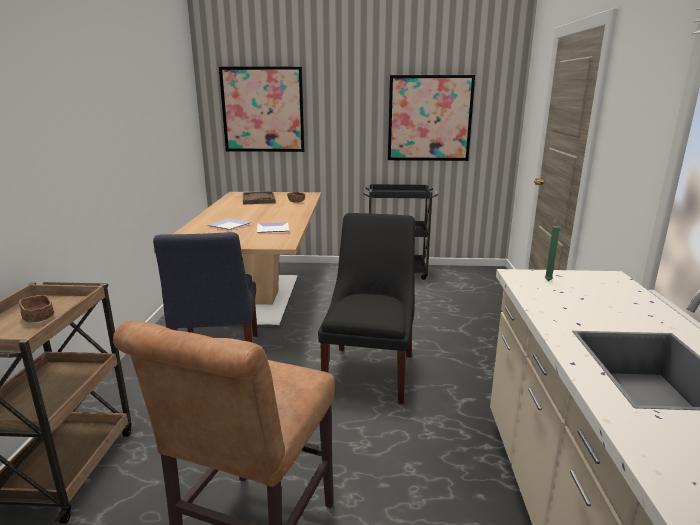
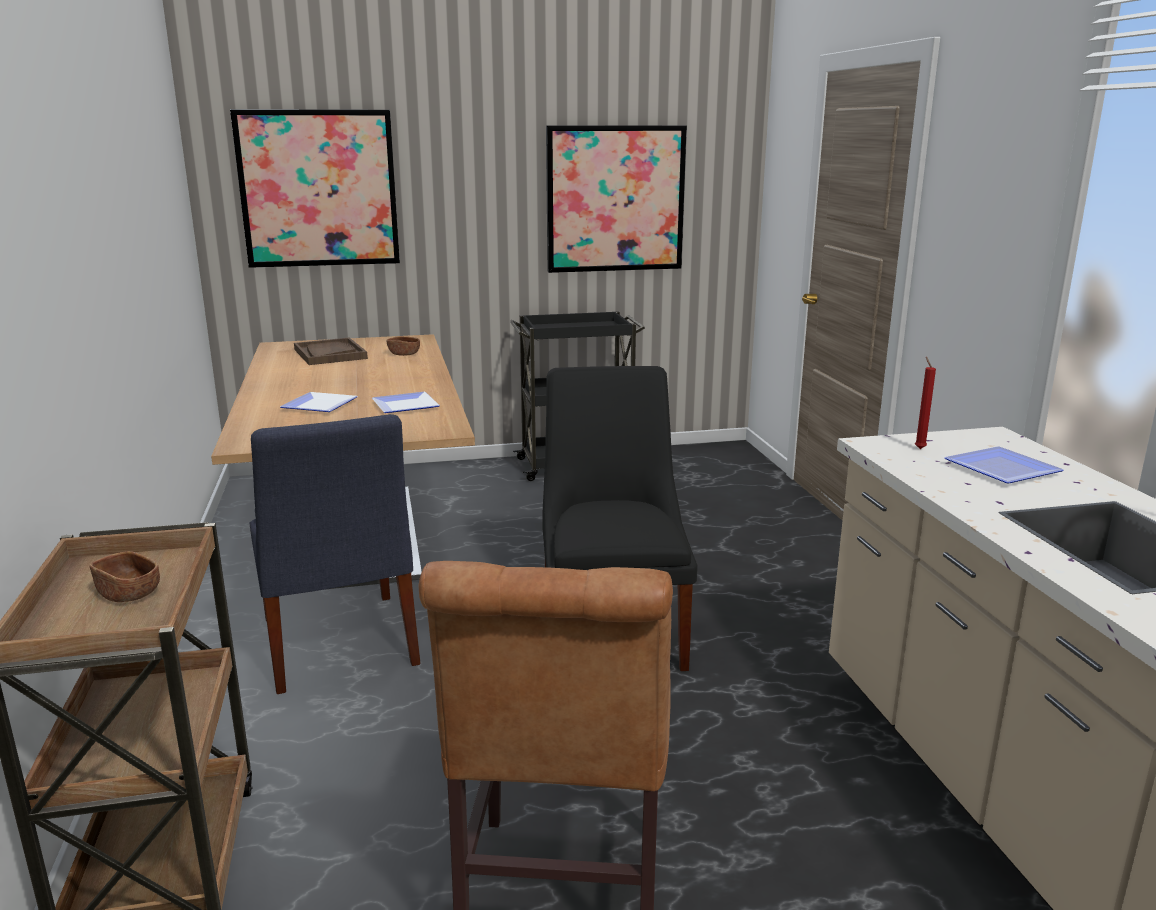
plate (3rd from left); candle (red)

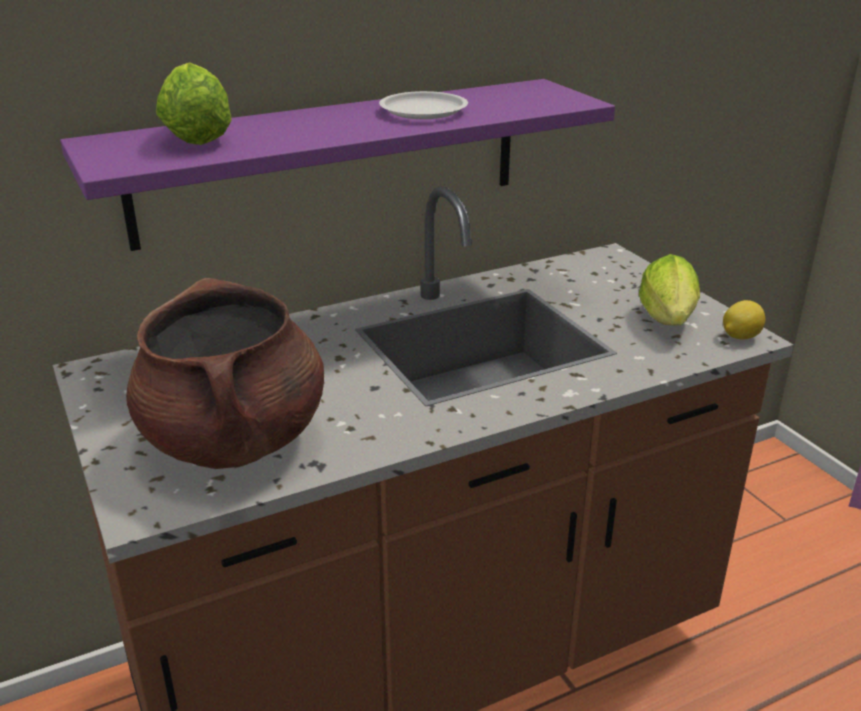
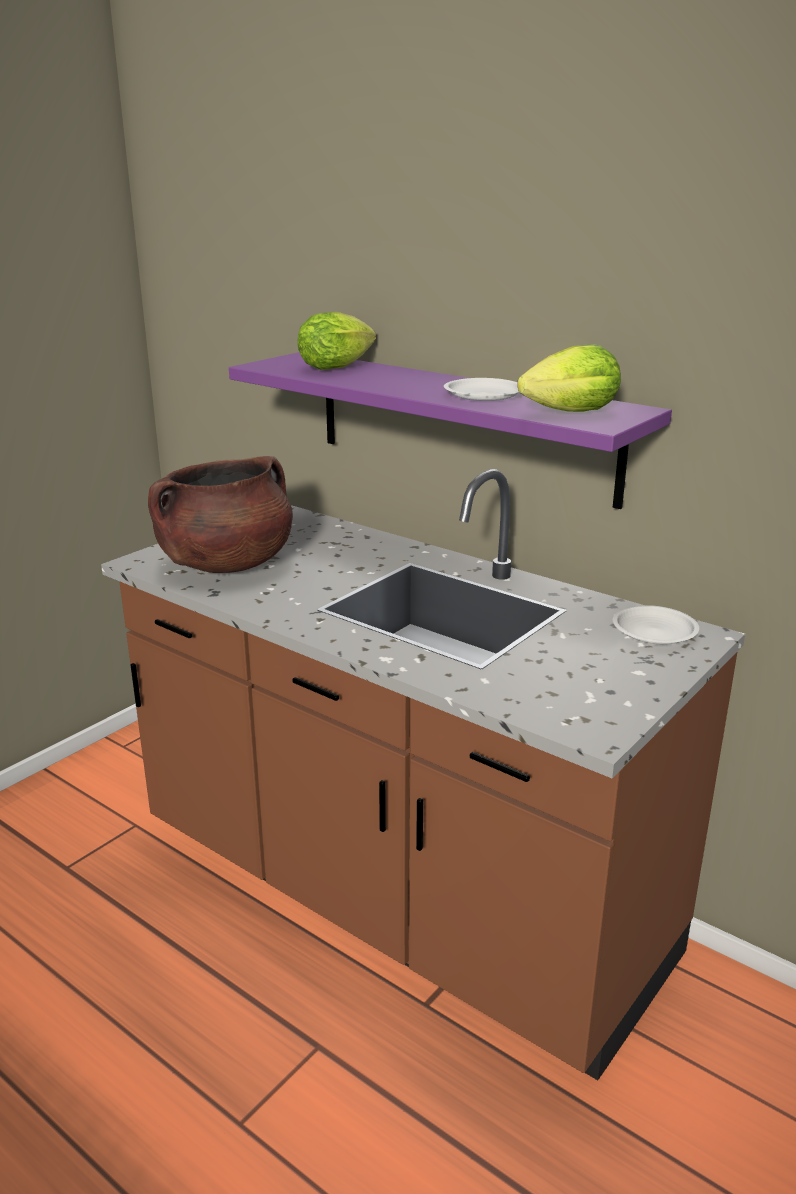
lemon; plate (white) (2nd from left); lettuce (2nd from left)

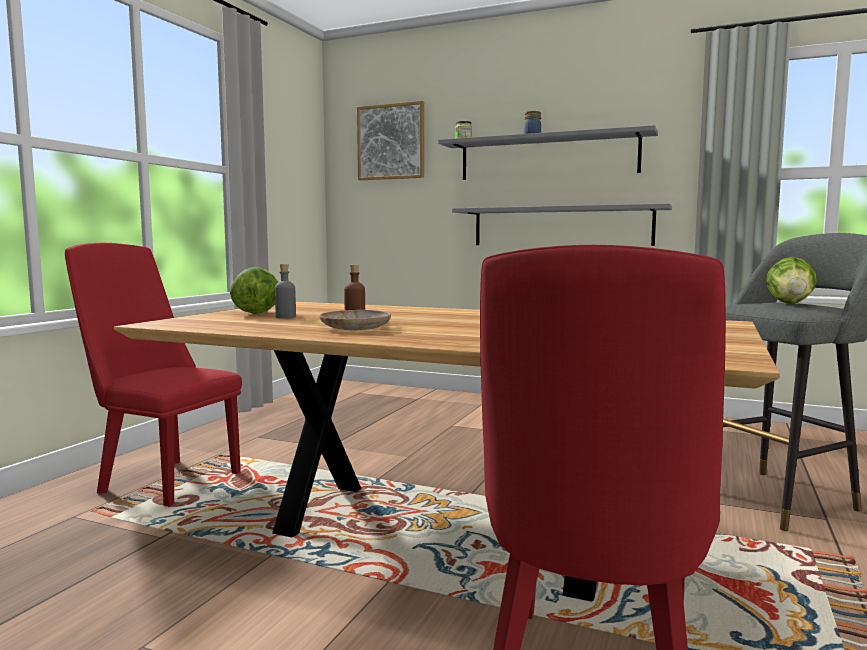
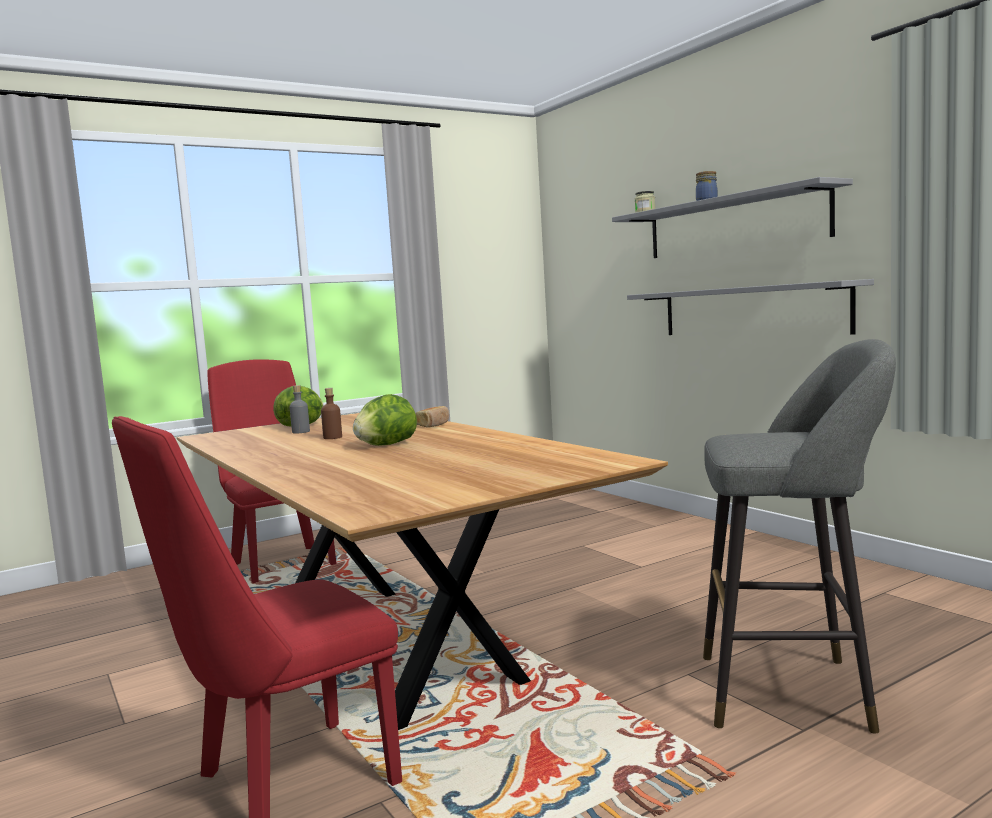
plate (beige); picture; bread; lettuce (2nd from left)

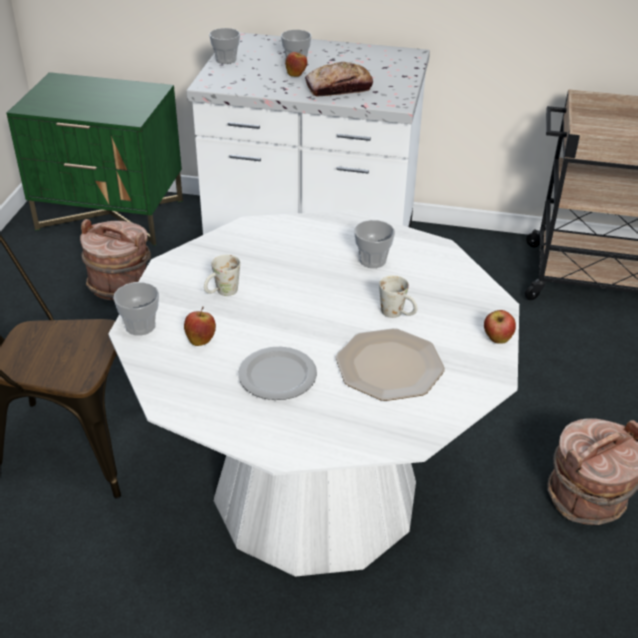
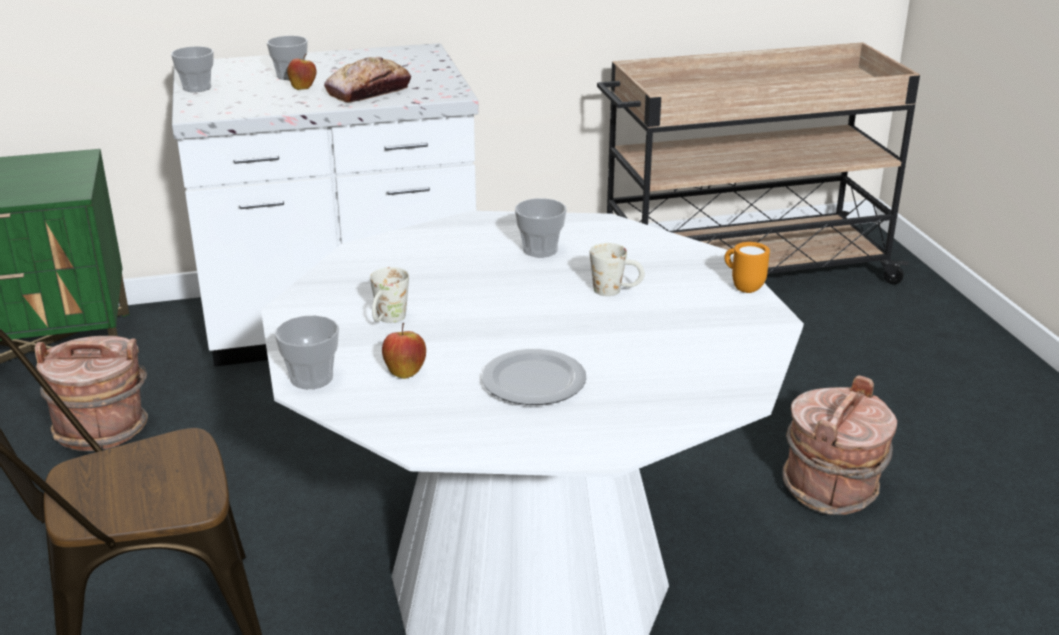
plate (2nd from left in the first image); mug (orange)

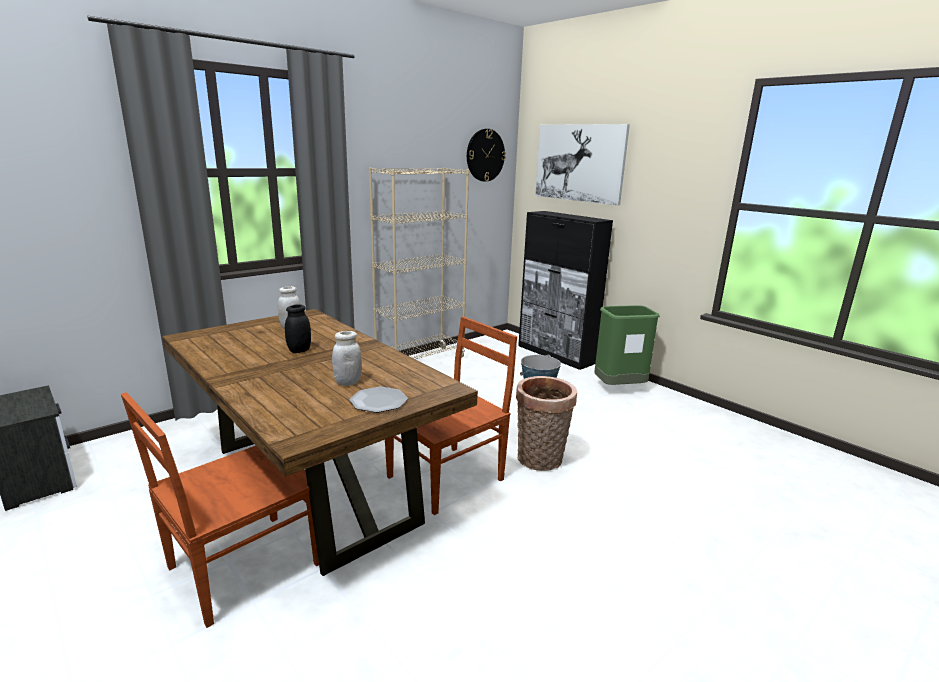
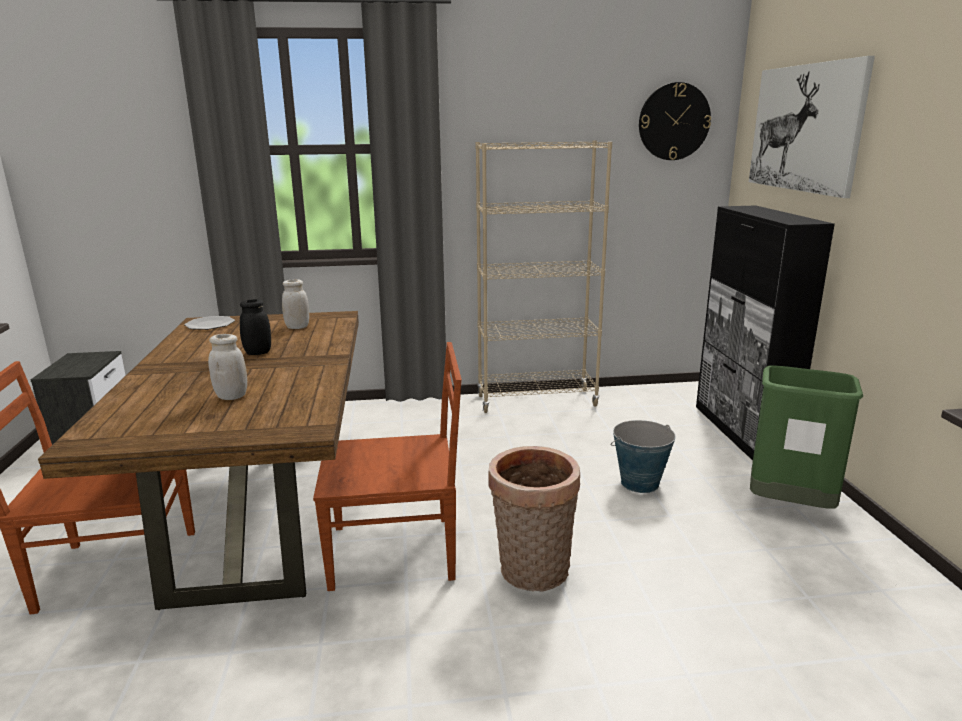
plate

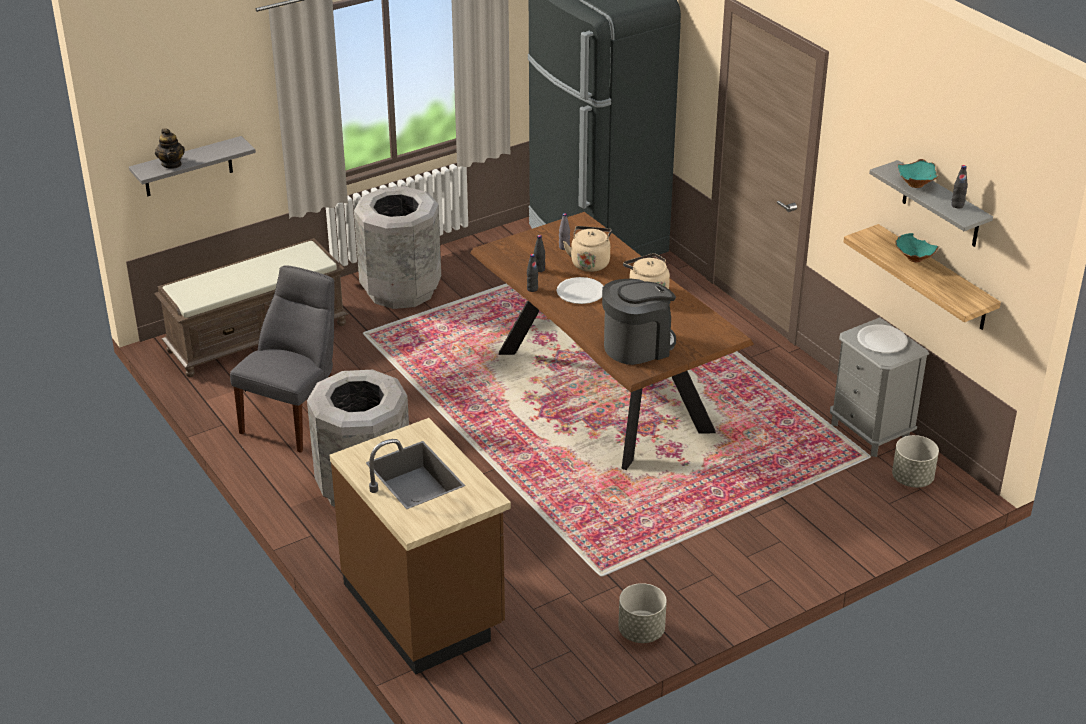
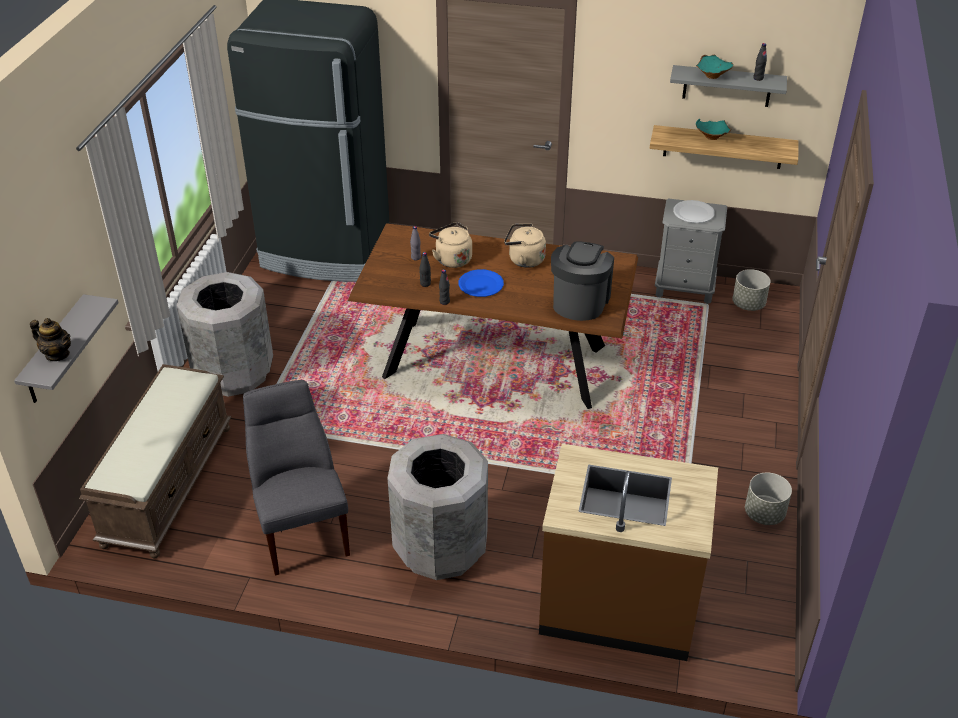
plate (blue)

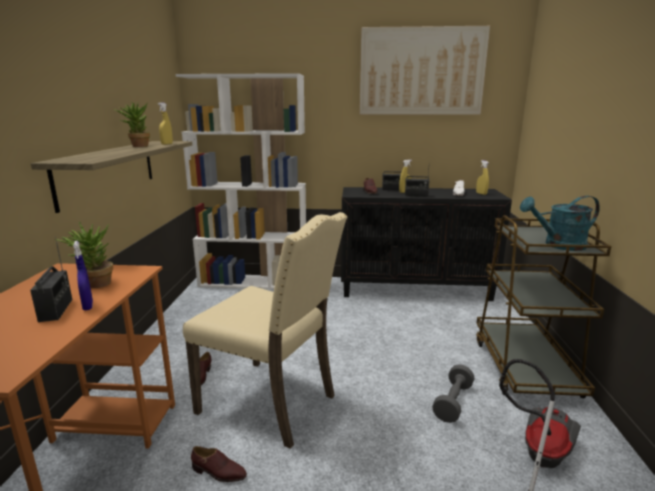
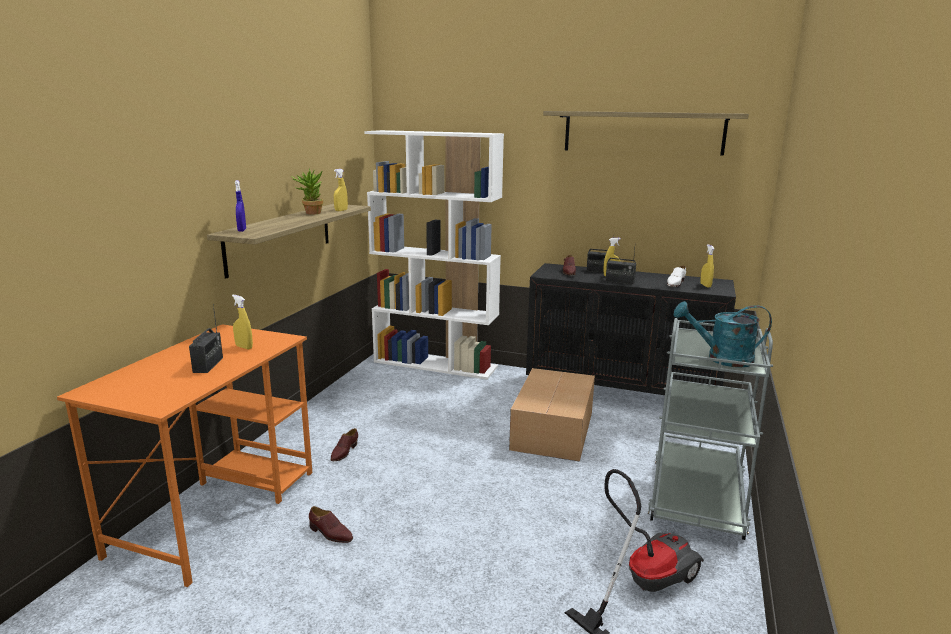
chair (beige); dumbbell (grey); cardboard box; spray bottle (blue); spray bottle (yellow) (1st from left); shelf (2nd from left); cart (grey)

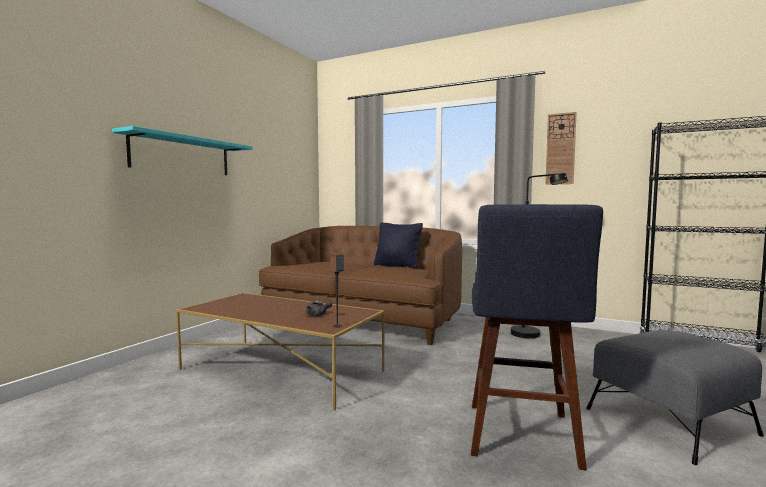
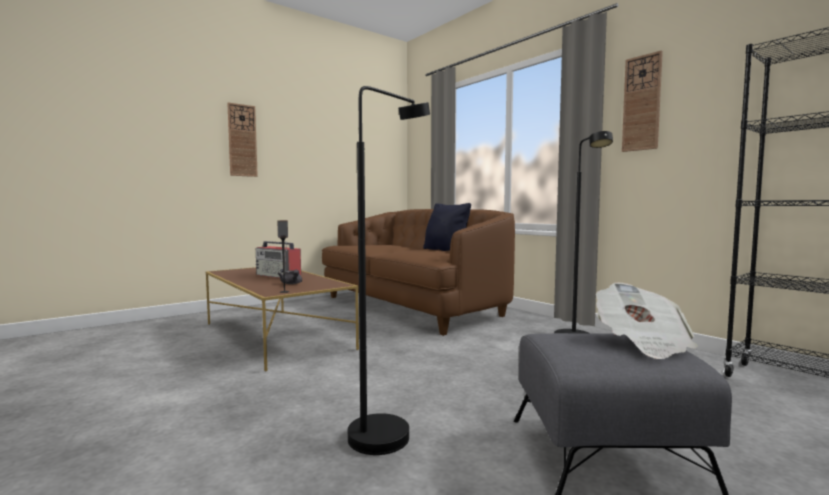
radio; newspaper; wall clock (1st from left); floor lamp (black) (1st from left)

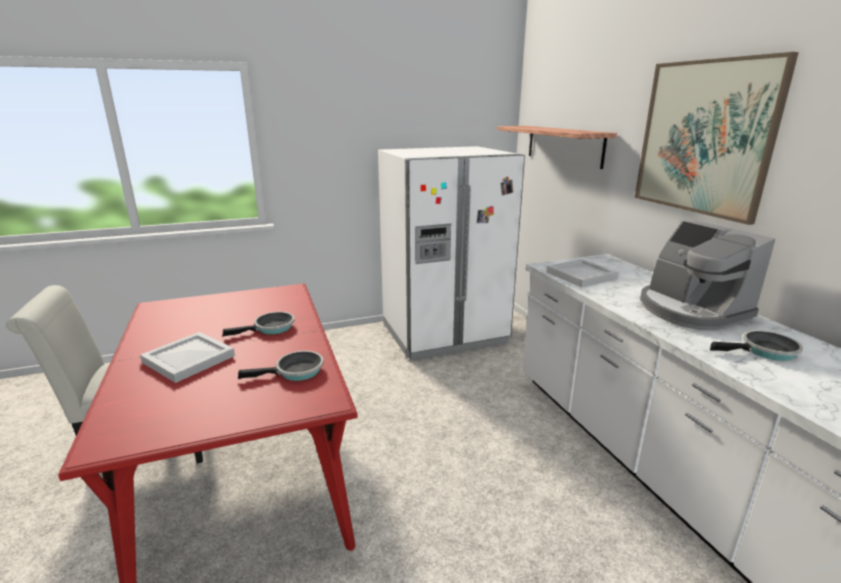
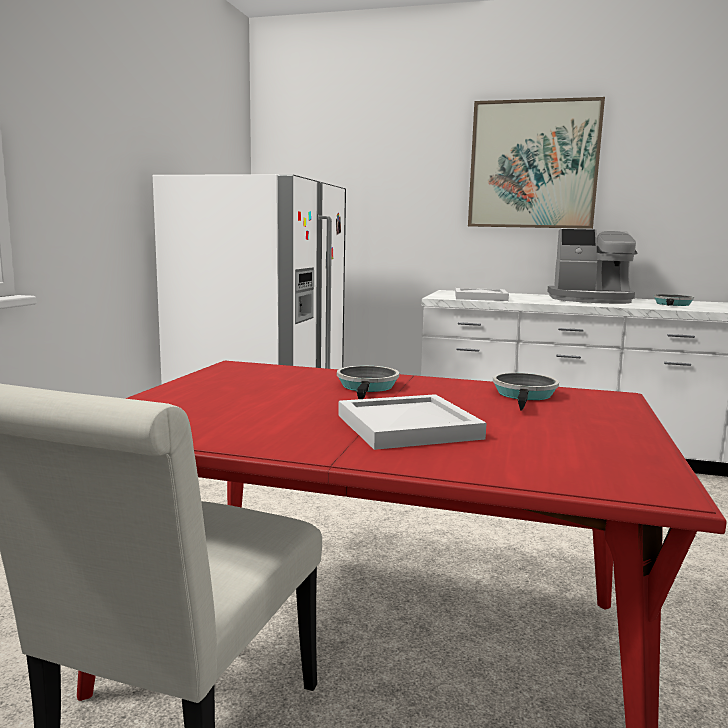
shelf

